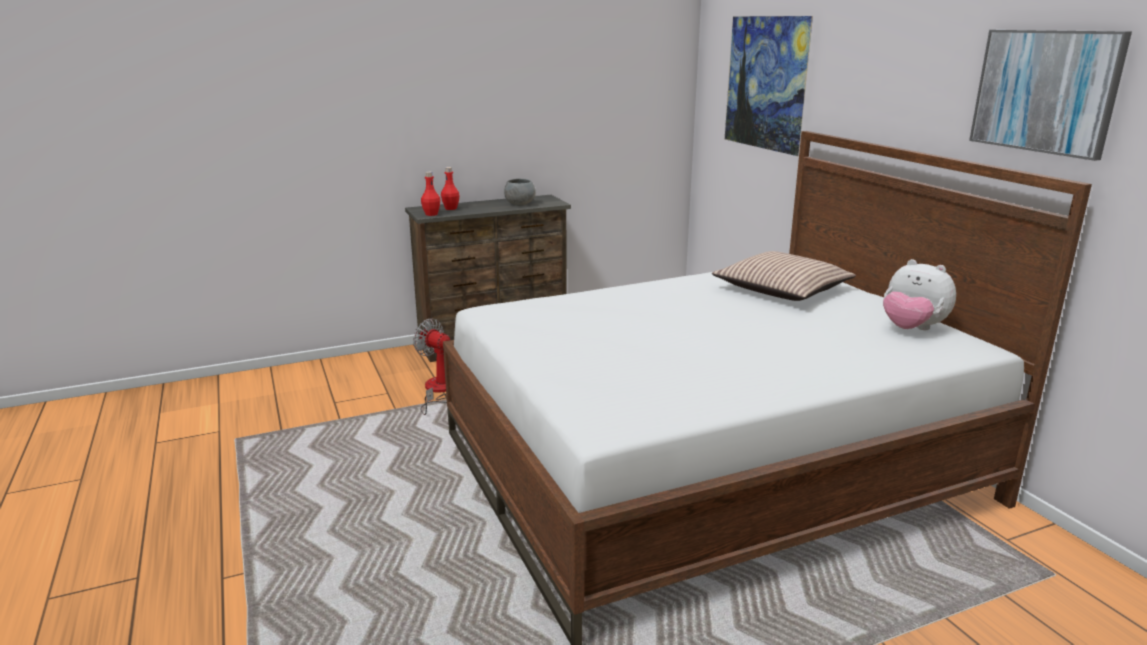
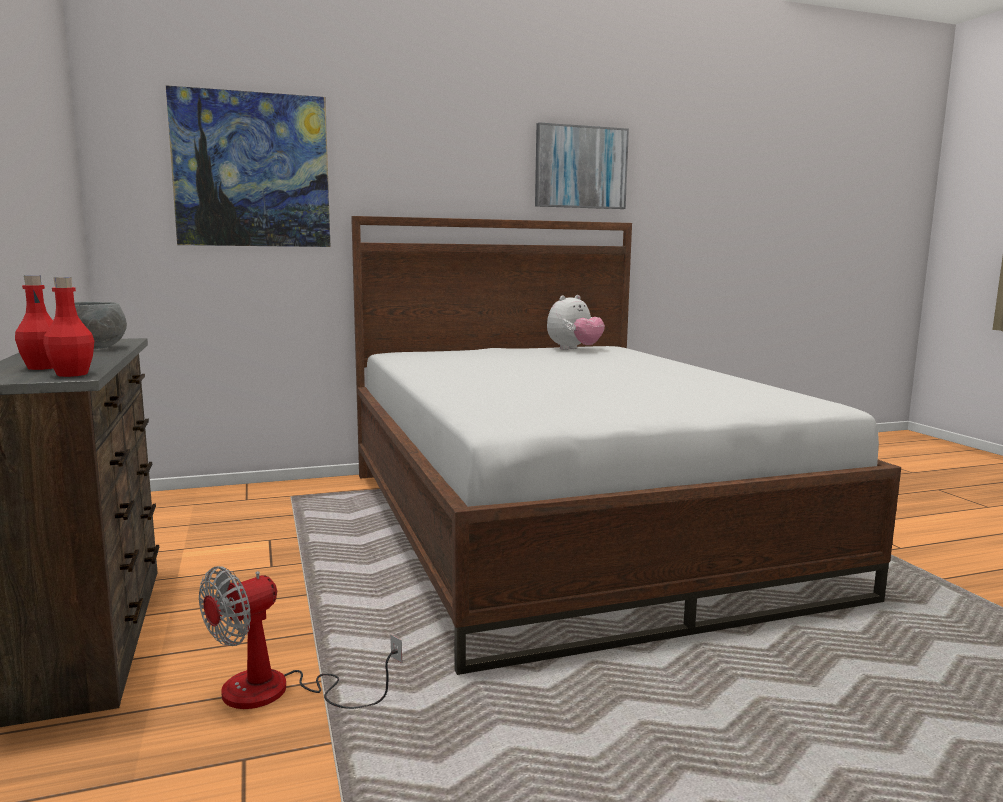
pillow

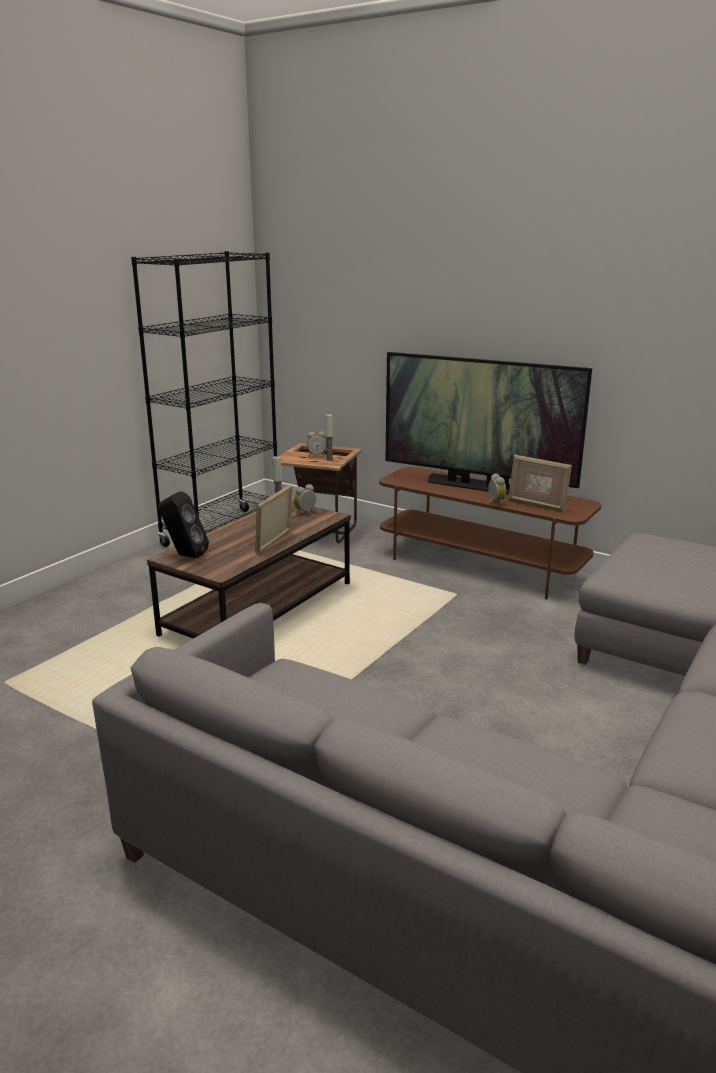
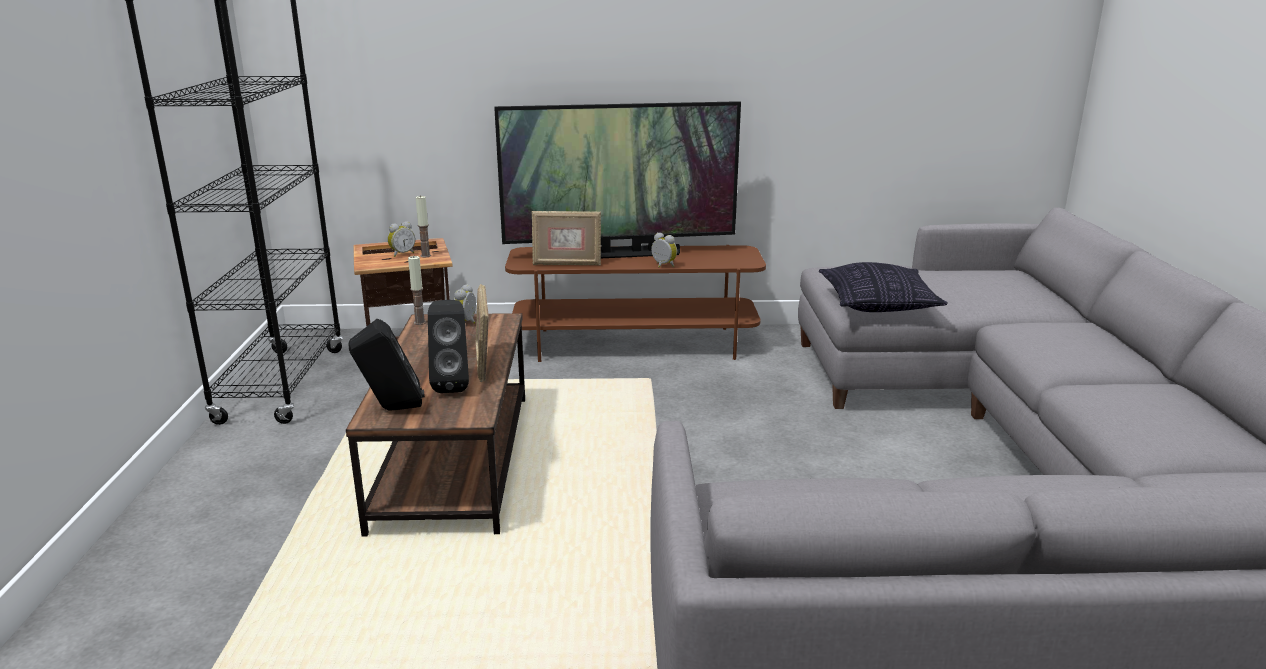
speaker (black) (2nd from left); pillow; picture frame (2nd from left)

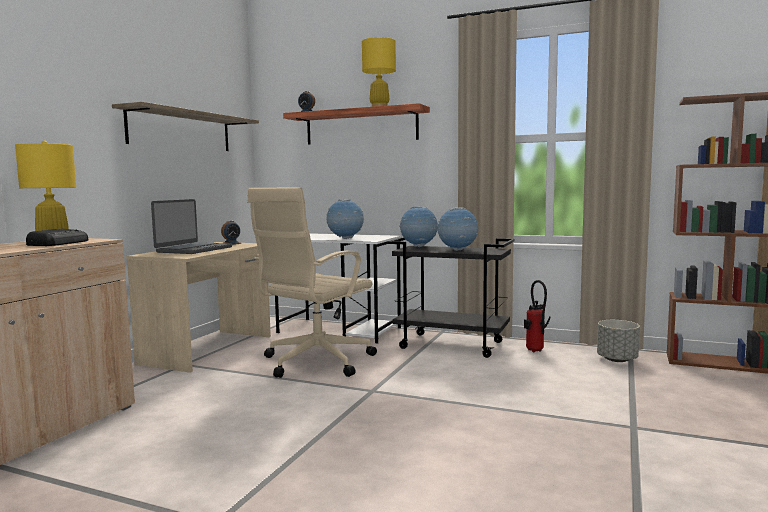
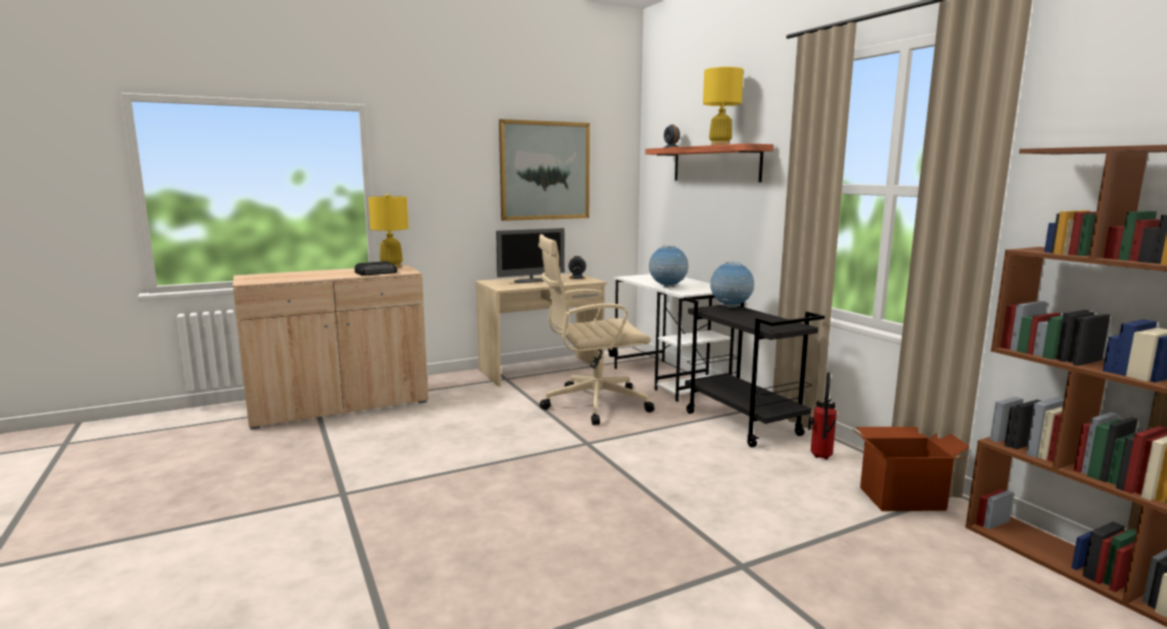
globe (3rd from left in the first image); picture; monitor; cardboard box

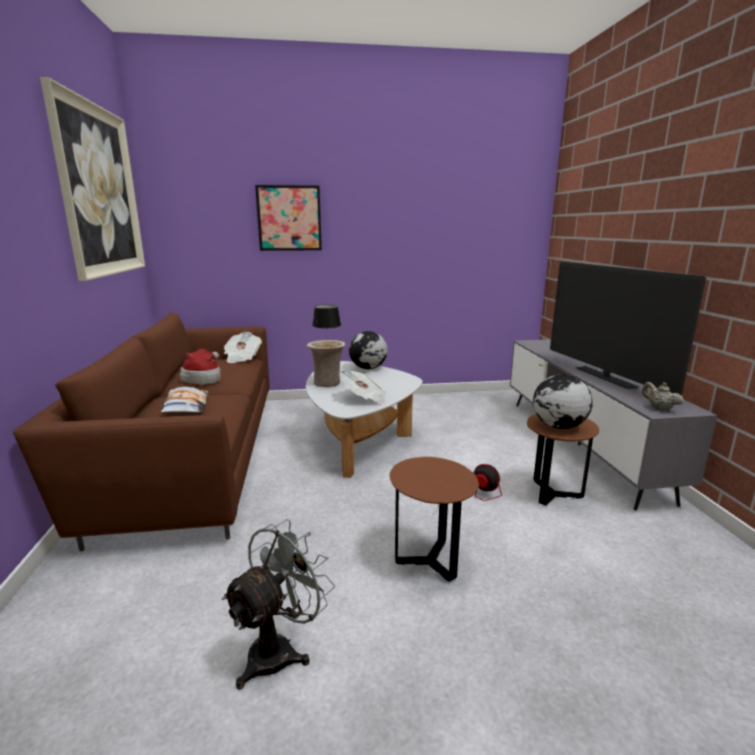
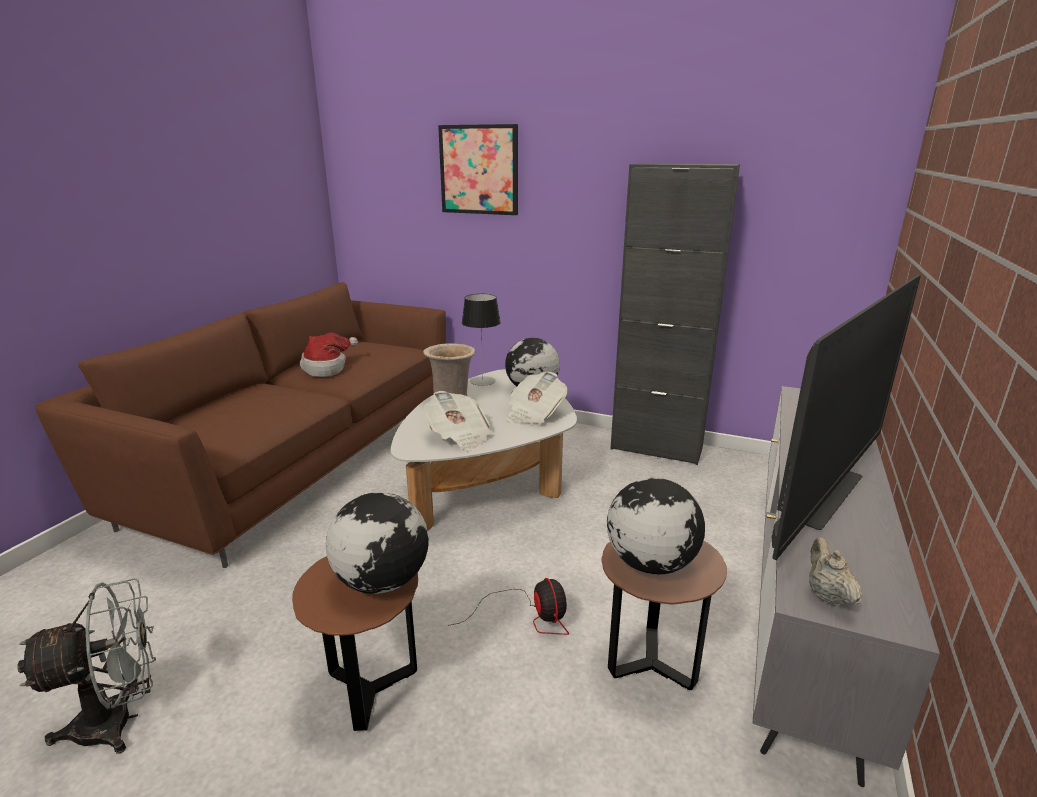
picture (1st from left in the first image); pillow; globe (1st from left); cabinet (black); newspaper (2nd from left); television

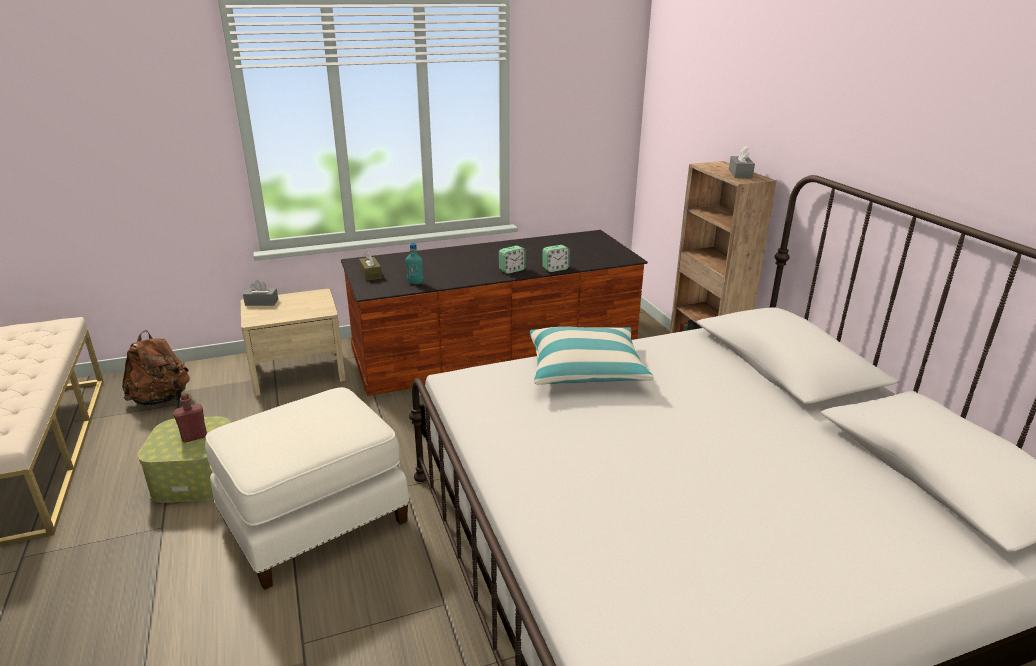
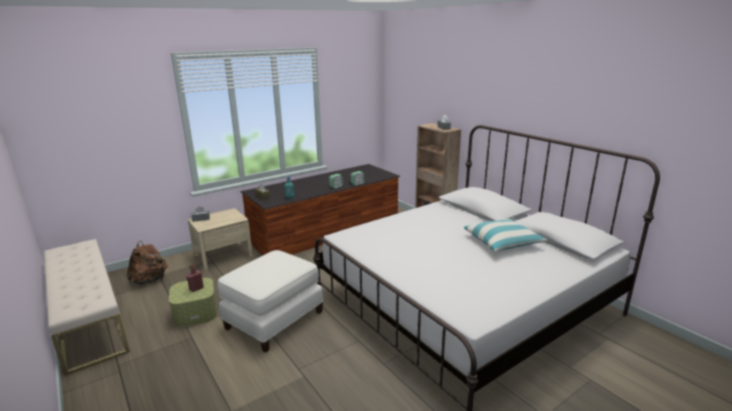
pillow

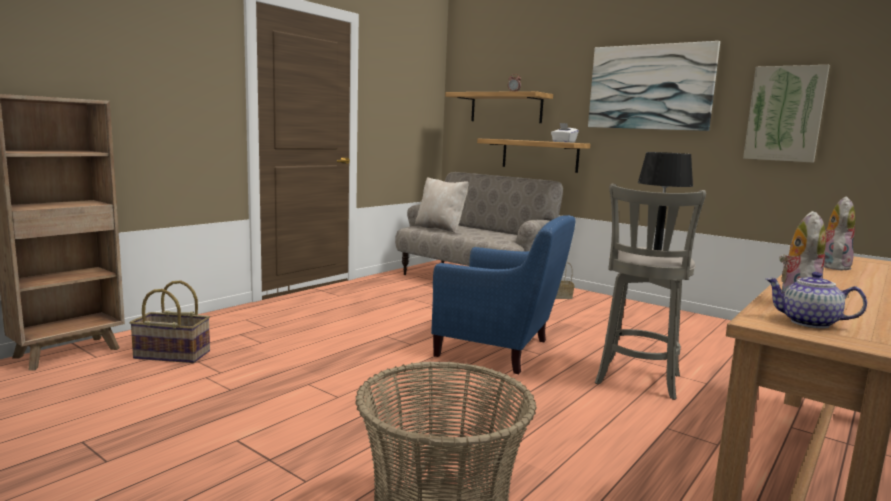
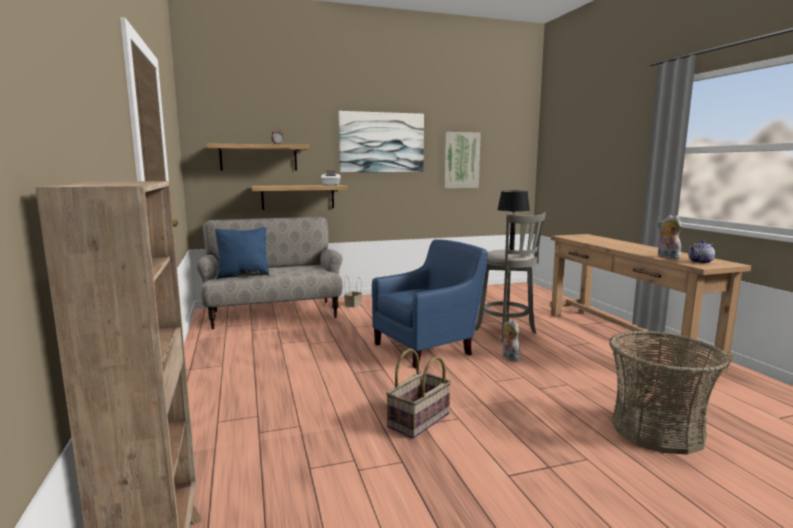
basket (2nd from left); plush toy (1st from left); pillow (blue)

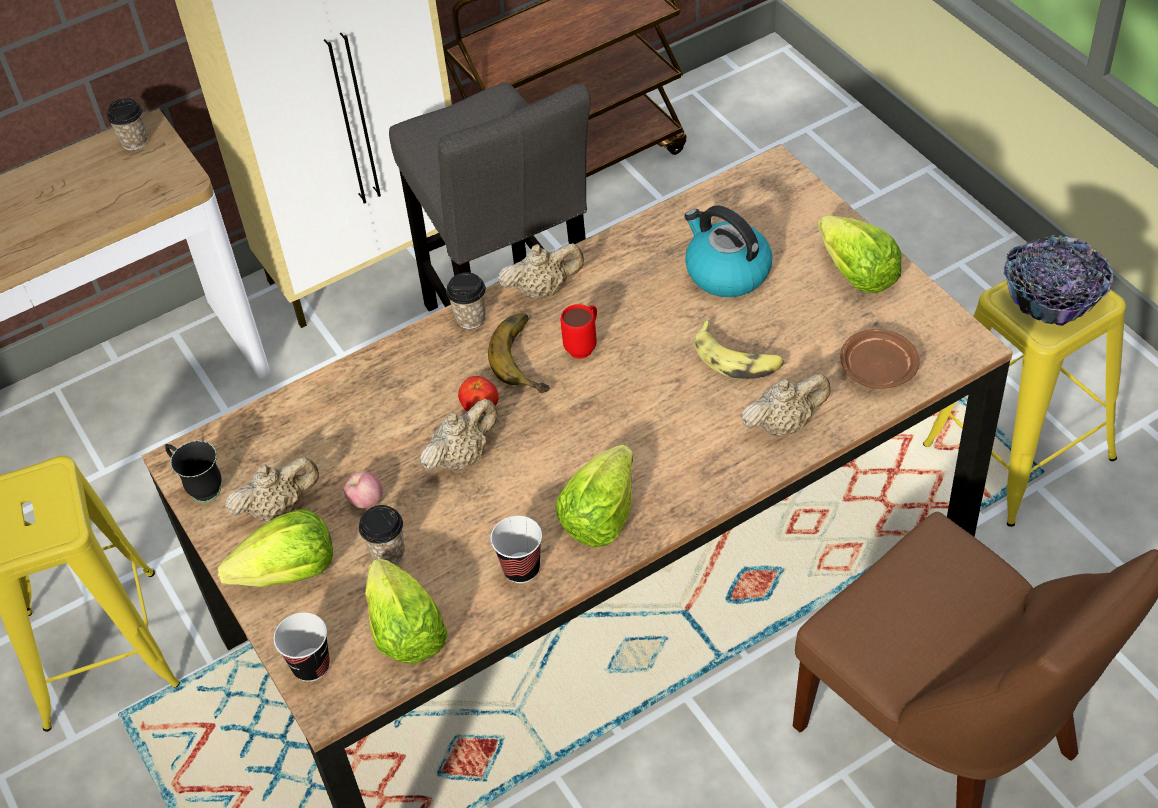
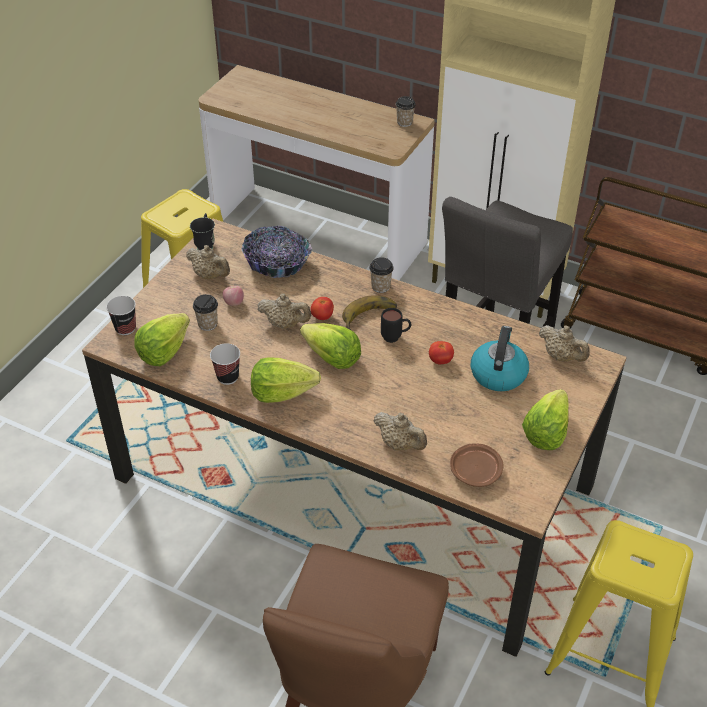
banana (2nd from left in the first image); tomato (2nd from left); lettuce (3rd from left); teapot (beige) (4th from left); bowl; mug (black) (2nd from left)

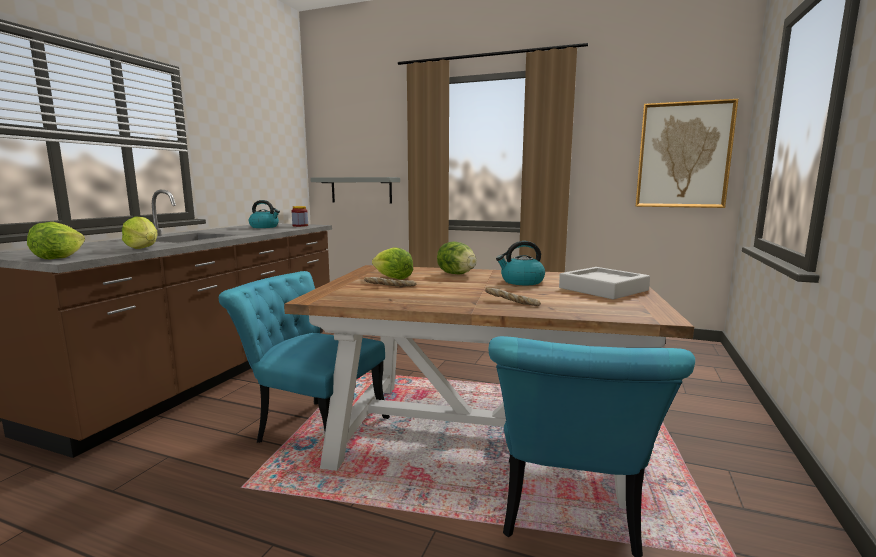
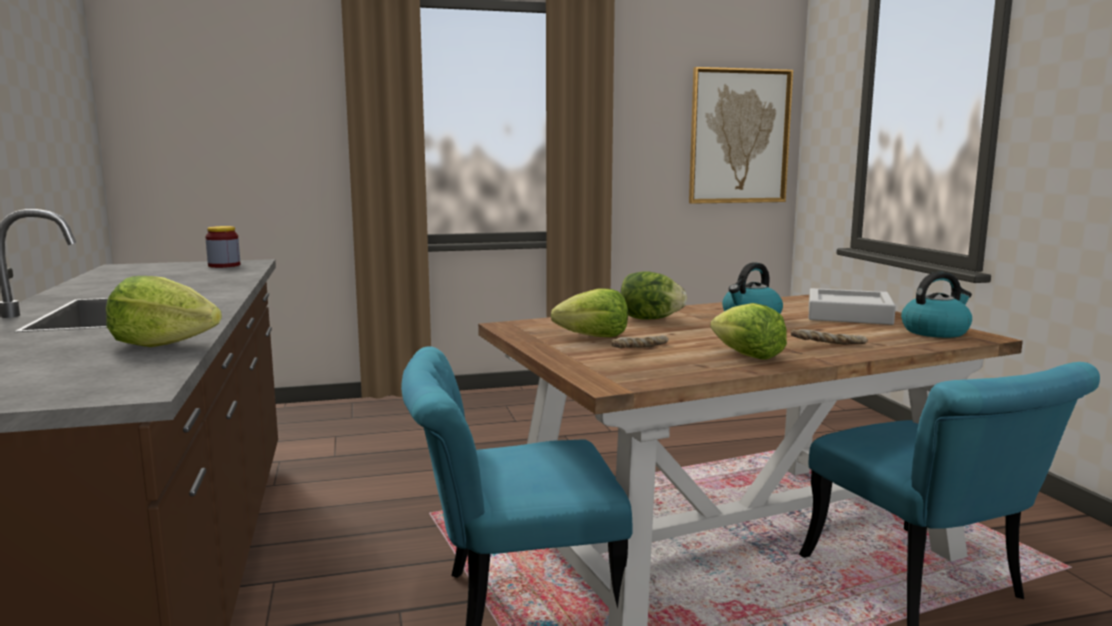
shelf (grey); lettuce (4th from left); kettle (2nd from left)

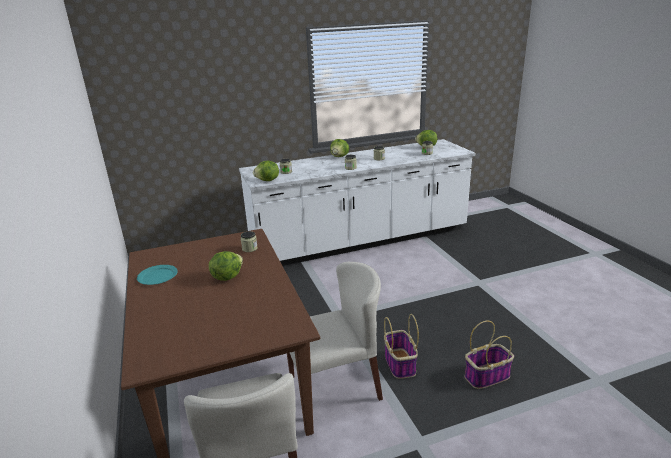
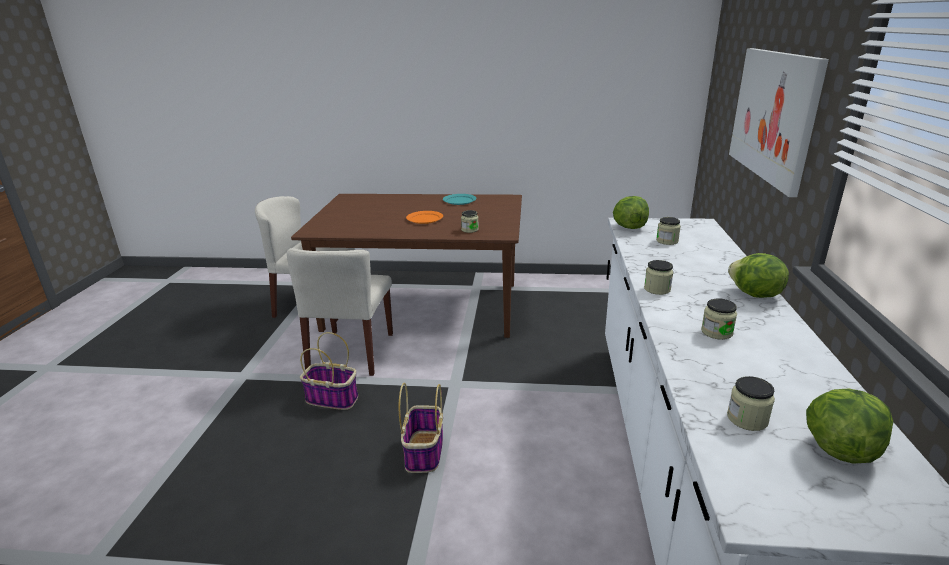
picture; basket (2nd from left); plate (orange)

